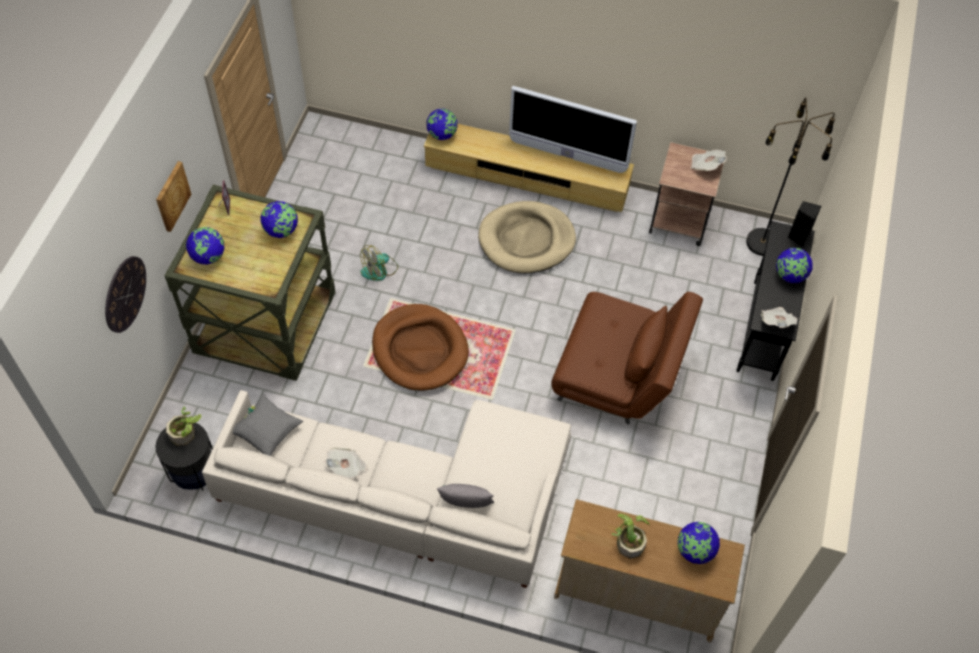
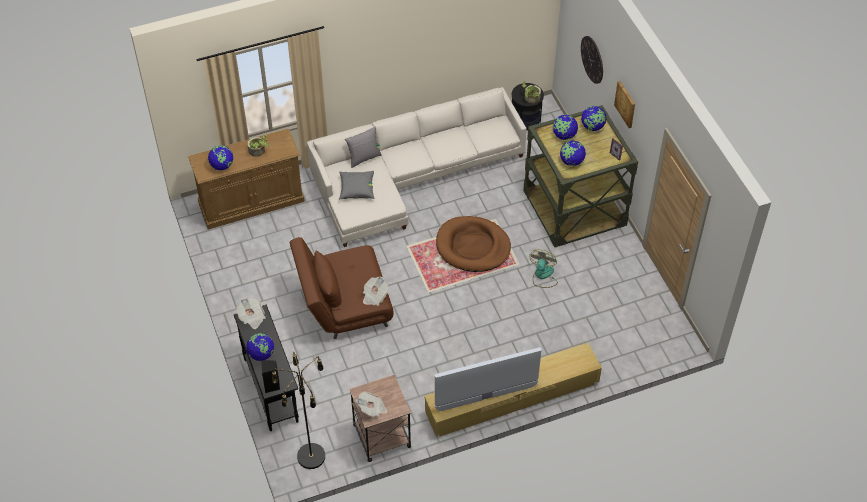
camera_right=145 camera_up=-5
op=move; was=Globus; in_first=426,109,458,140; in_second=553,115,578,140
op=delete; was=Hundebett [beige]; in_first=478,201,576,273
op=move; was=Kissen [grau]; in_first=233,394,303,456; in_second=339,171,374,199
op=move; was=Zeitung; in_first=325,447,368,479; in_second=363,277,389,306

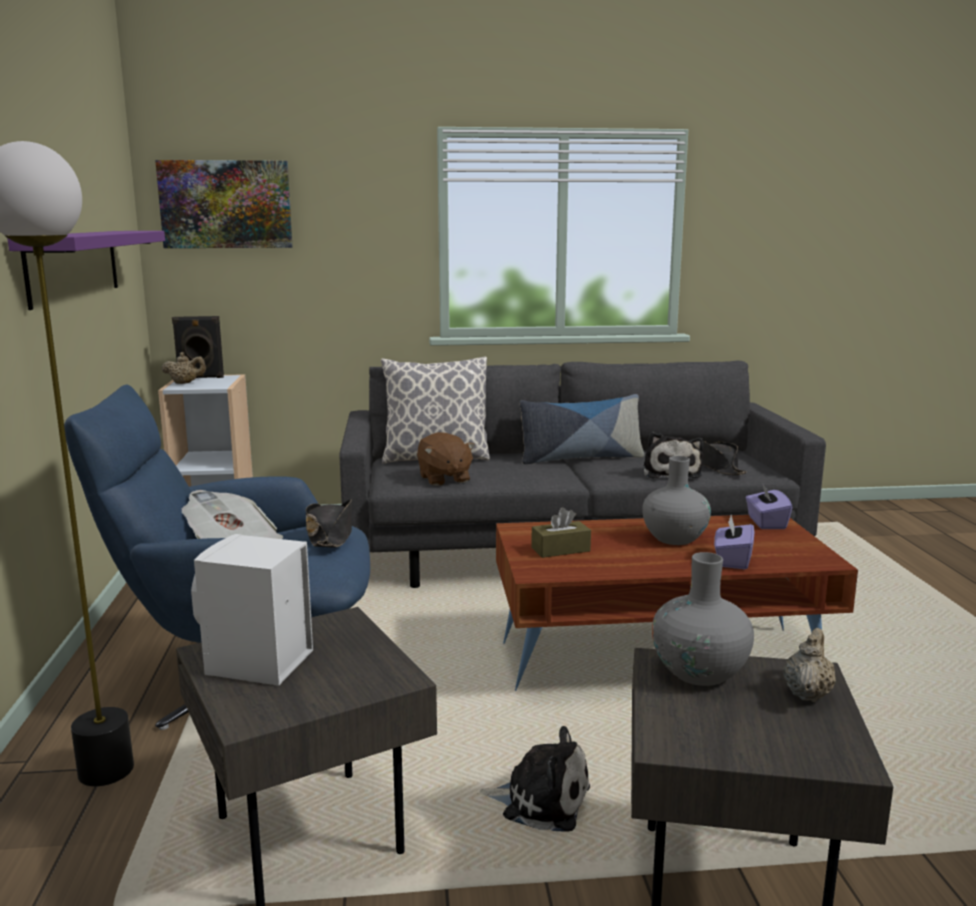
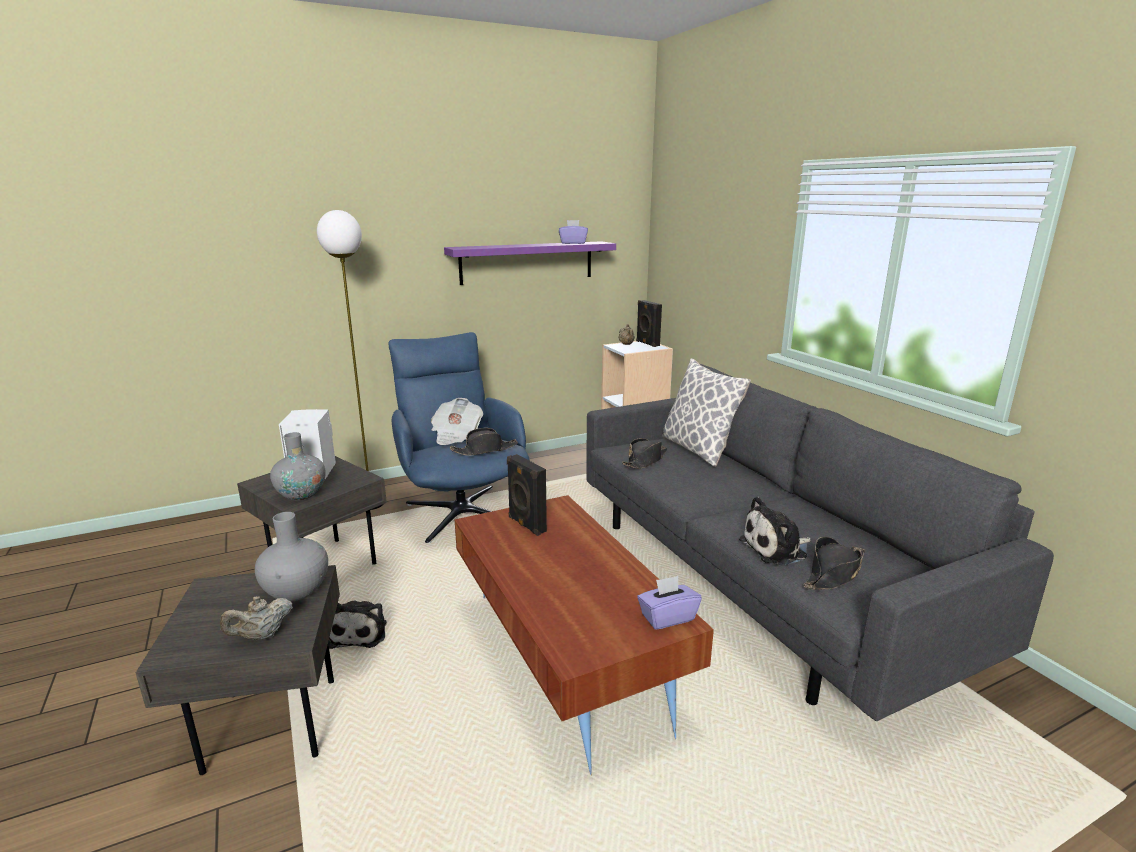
camera_right=70 camera_up=5
op=delete; was=Bild; in_first=155,160,293,248
op=delete; was=Kissen; in_first=519,394,644,464
op=replace; was=Plüschtier [braun]; now=Hut [schwarz]; in_first=417,432,475,486; in_second=622,438,668,469
op=move; was=Vase [grau]; in_first=642,456,711,545; in_second=270,432,326,500
op=replace; was=Taschentuchbox [braun]; now=Lautsprecher [schwarz]; in_first=531,507,591,558; in_second=507,454,547,536
op=move; was=Taschentuchbox [lila]; in_first=714,515,754,570; in_second=559,220,588,244
op=rotate; was=Teekanne [beige]; in_first=783,628,836,702; in_second=220,596,293,640; clockwise=135

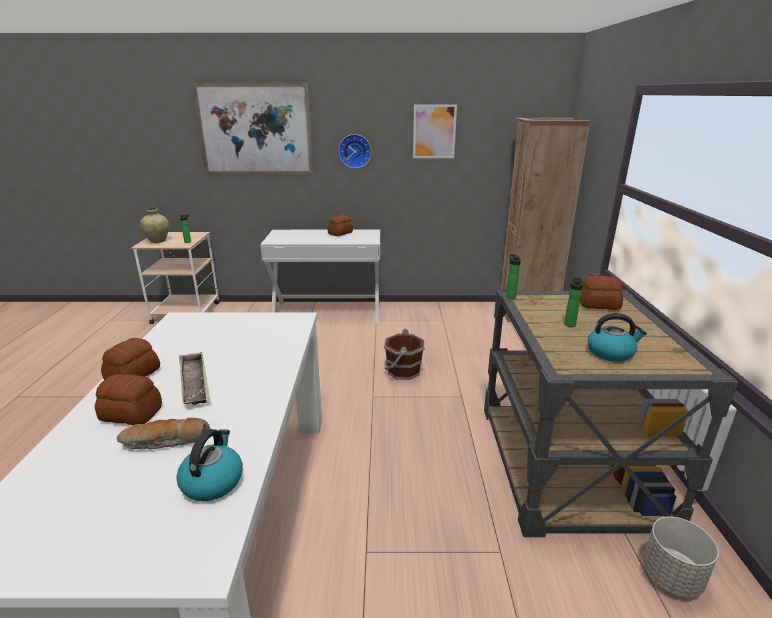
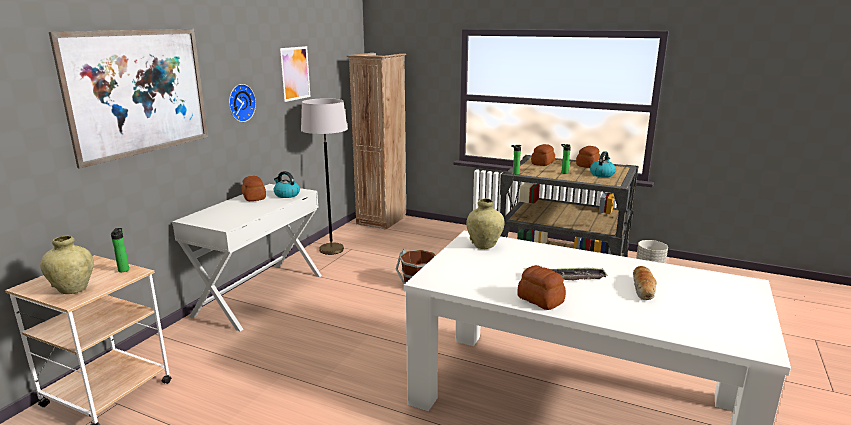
camera_right=-65 camera_up=-5
op=move; was=Brot; in_first=95,374,162,425; in_second=576,146,600,168
op=move; was=Wasserkessel; in_first=176,429,243,501; in_second=274,171,300,198
op=insert; now=Stehlampe [grau]; in_second=301,98,348,255
op=insert; now=Vase [beige]; in_second=466,199,505,249

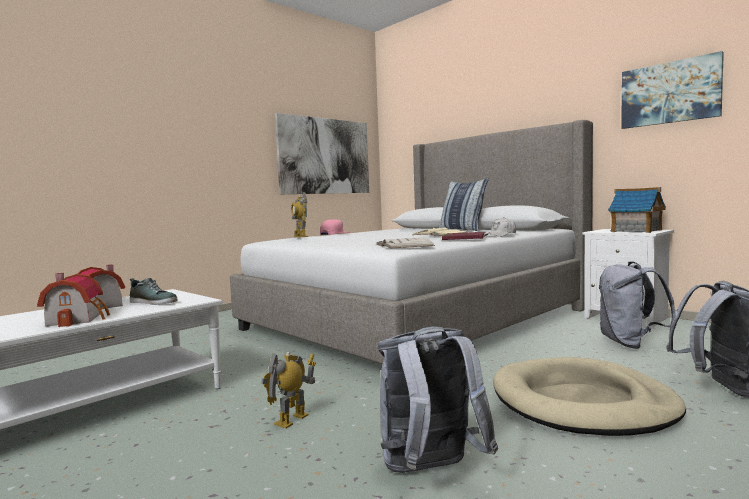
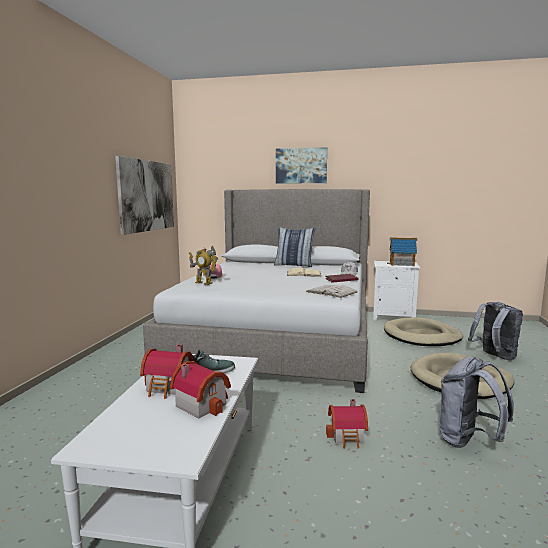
camera_right=-35 camera_up=5
op=move; was=Bild; in_first=621,51,724,129; in_second=276,147,327,184
op=replace; was=Rucksack [grau]; now=Hundebett [beige]; in_first=599,261,675,349; in_second=384,317,463,346
op=replace; was=Spielzeugroboter; now=Spielzeughaus; in_first=261,352,316,428; in_second=326,399,368,449

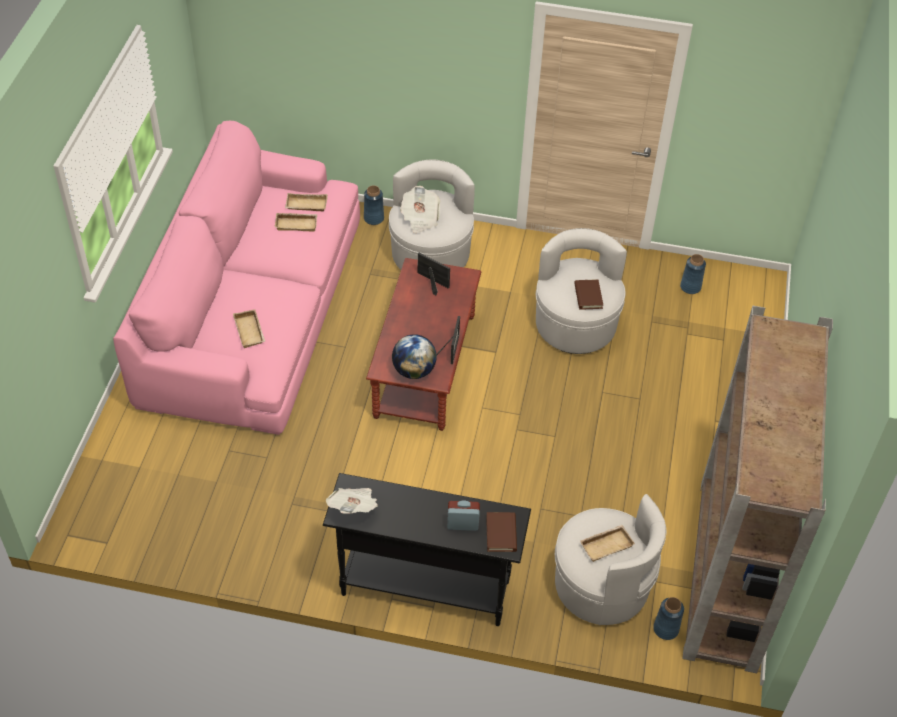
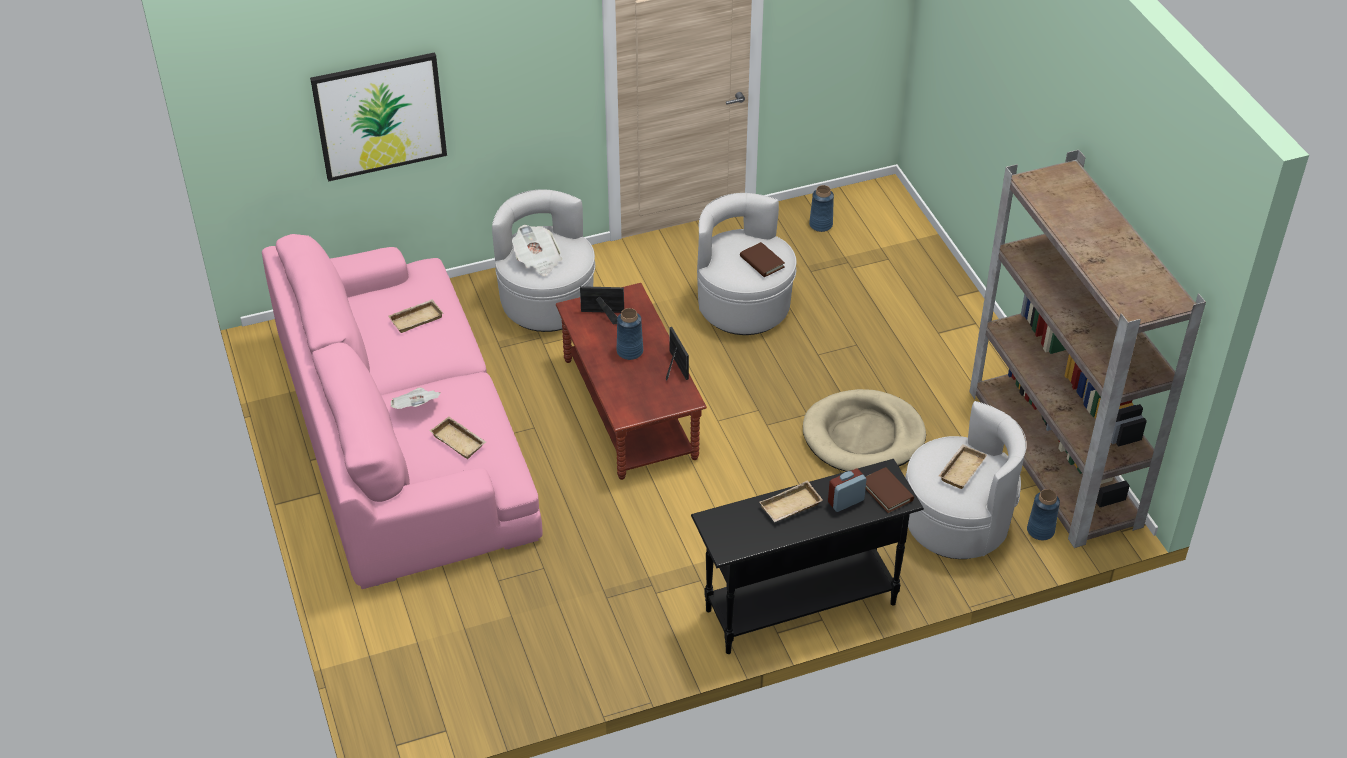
camera_right=-30 camera_up=-5
op=move; was=Vase [blau]; in_first=364,186,384,225; in_second=617,308,643,360
op=move; was=Tablett [beige]; in_first=285,193,328,211; in_second=759,480,823,522
op=delete; was=Globus; in_first=392,334,437,379
op=move; was=Zeitung; in_first=326,488,378,514; in_second=391,387,440,409
op=insert; now=Bild; in_second=310,52,447,182
op=insert; now=Hundebett [beige]; in_second=803,389,926,472

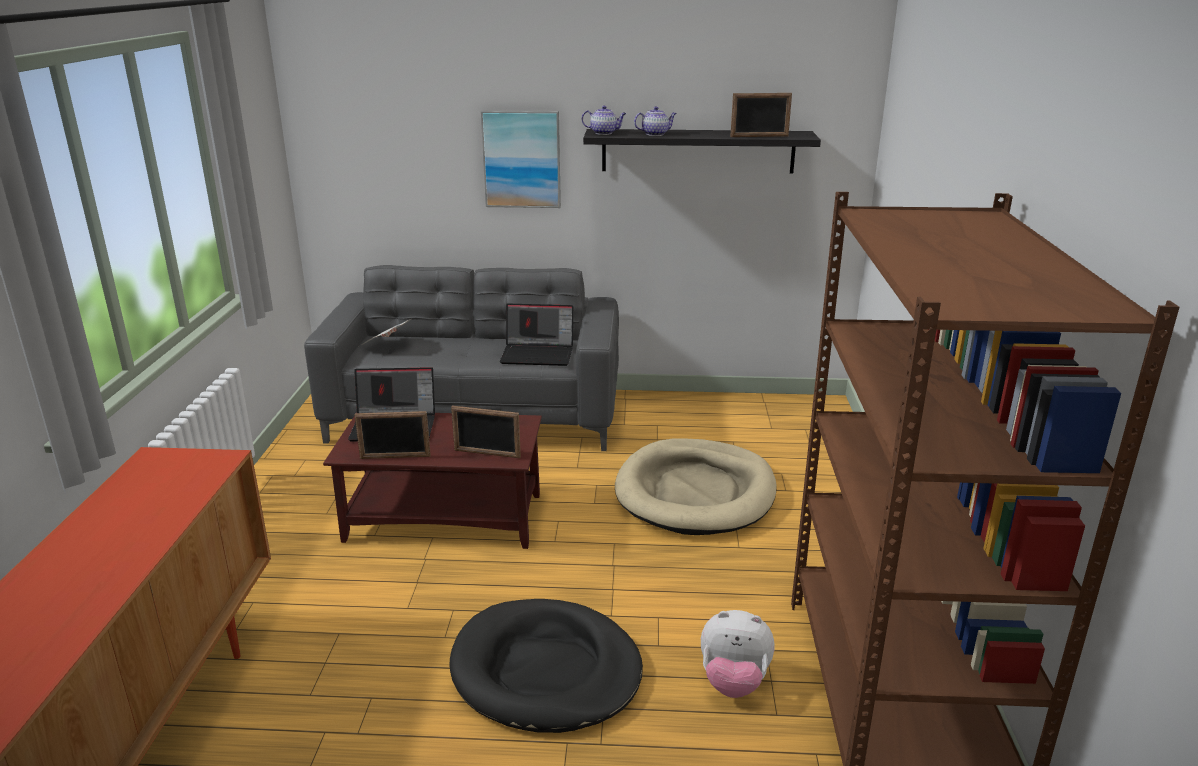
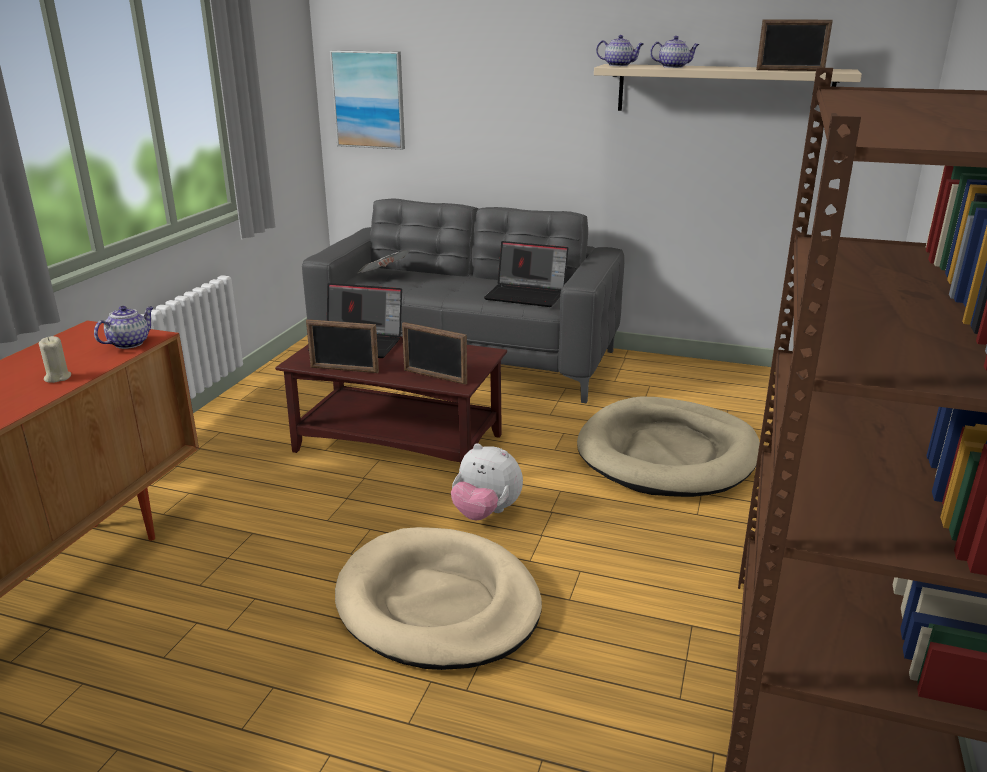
camera_right=15 camera_up=0
op=move; was=Bild; in_first=481,110,561,208; in_second=330,50,405,150
op=recolor; was=Wandregal [schwarz]; now=Wandregal [beige]; in_first=583,129,821,174; in_second=594,64,862,111
op=recolor; was=Hundebett [schwarz]; now=Hundebett [beige]; in_first=449,599,643,733; in_second=335,527,542,670
op=move; was=Plüschtier; in_first=701,610,775,698; in_second=451,443,523,520
op=insert; now=Teekanne; in_second=94,306,154,349
op=insert; now=Kerze [beige]; in_second=39,336,71,383

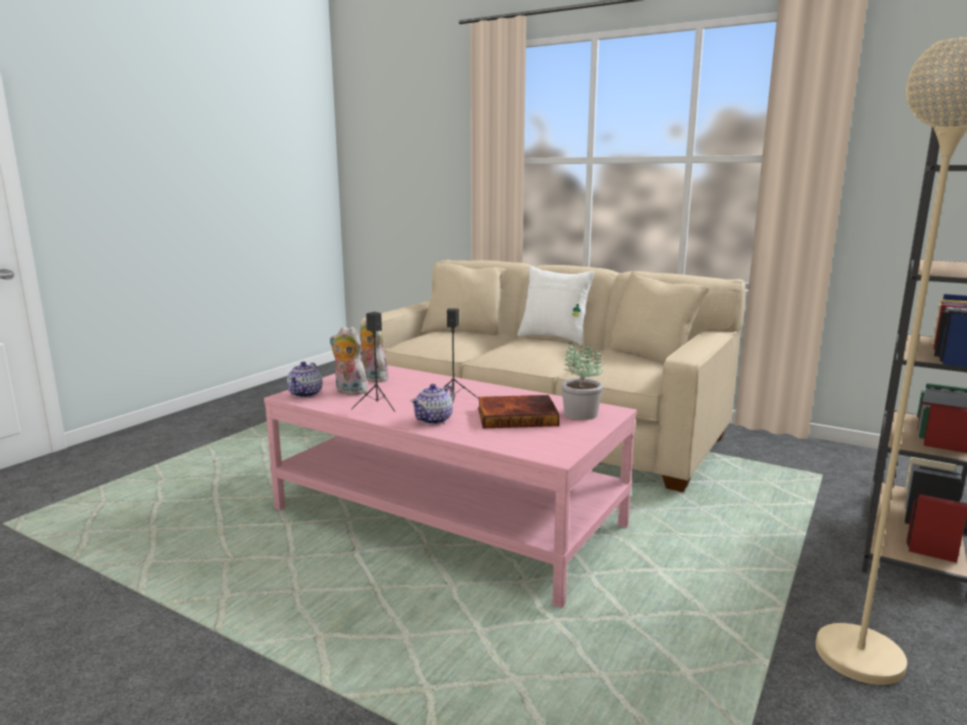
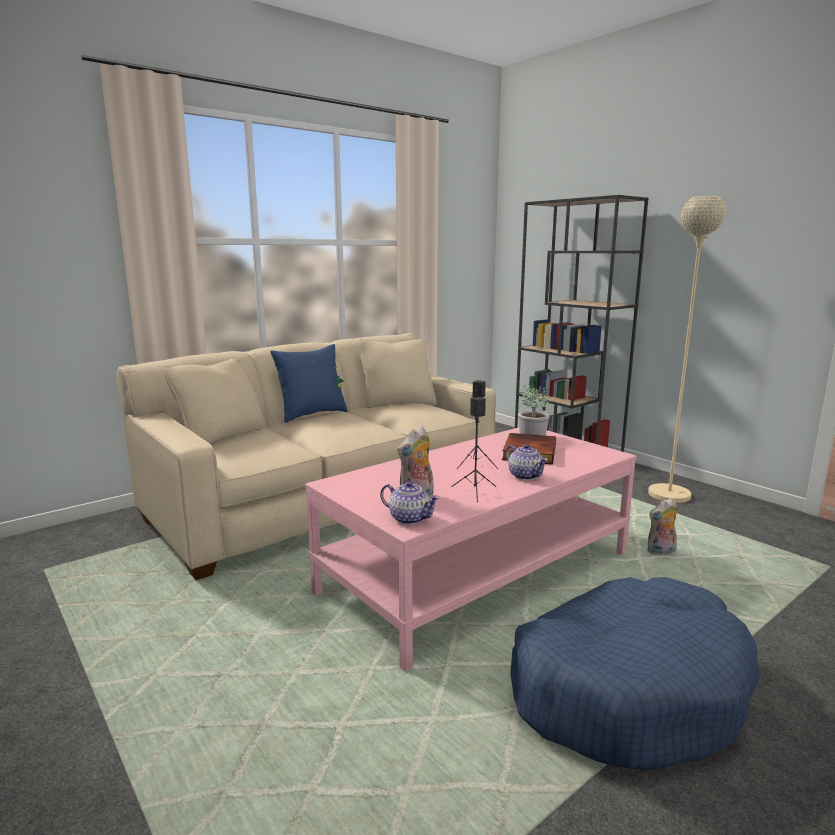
camera_right=-70 camera_up=0
op=recolor; was=Kissen [weiß]; now=Kissen [blau]; in_first=517,266,595,346; in_second=270,344,348,423
op=move; was=Plüschtier; in_first=360,321,389,382; in_second=647,498,677,555
op=insert; now=Hundebett [blau]; in_second=510,577,760,770

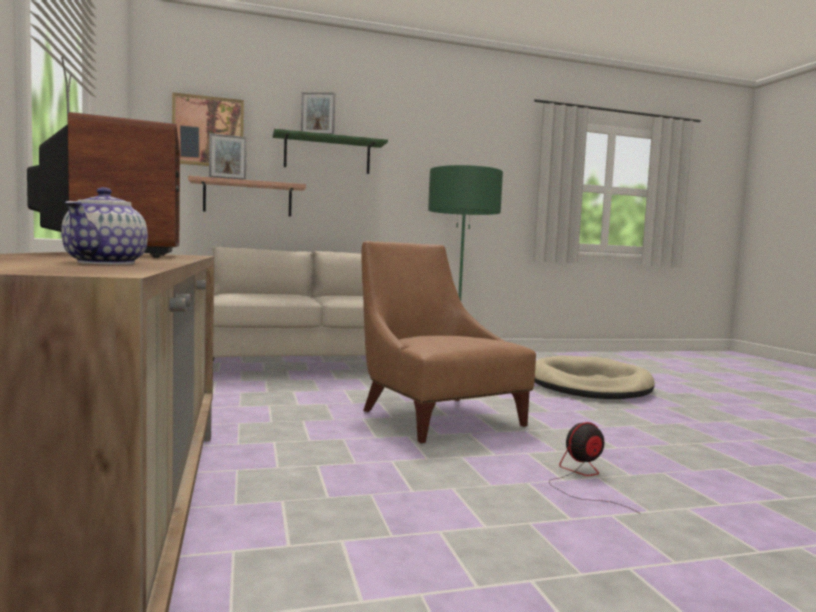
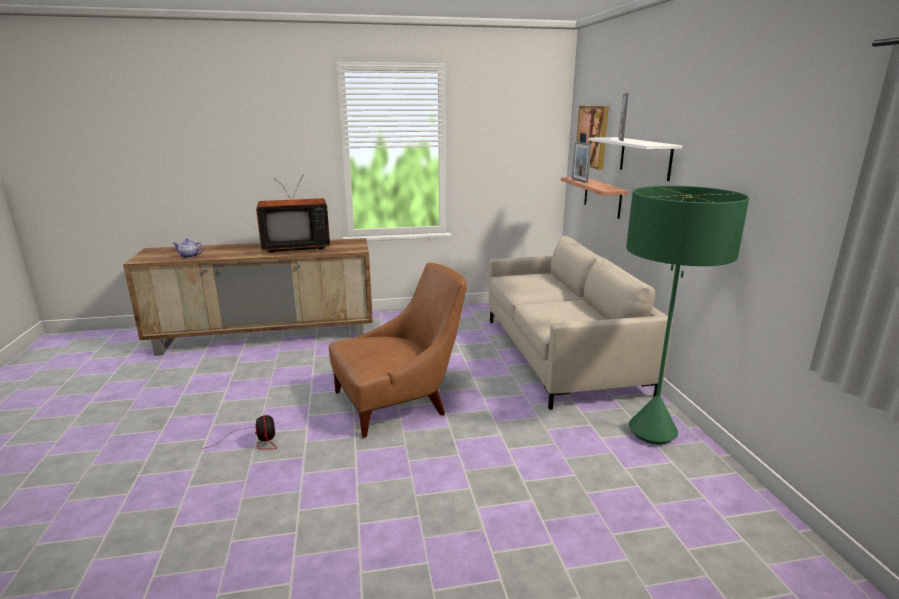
camera_right=95 camera_up=15
op=recolor; was=Wandregal [grün]; now=Wandregal [weiß]; in_first=273,129,388,174; in_second=589,137,682,181
op=delete; was=Hundebett [beige]; in_first=534,356,655,399

